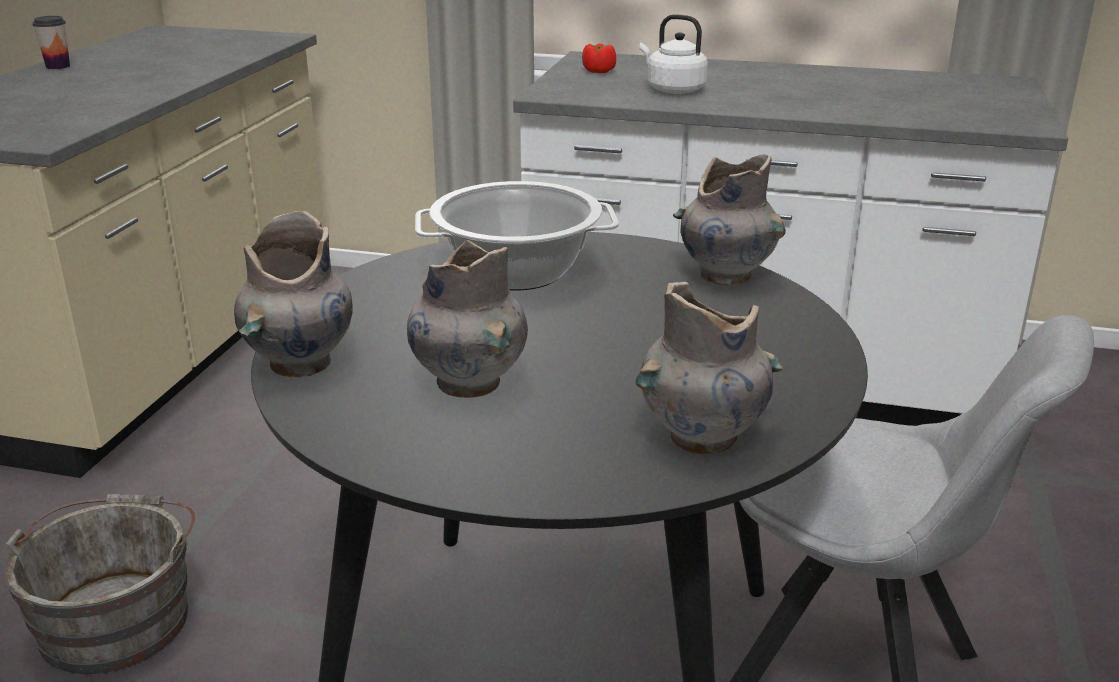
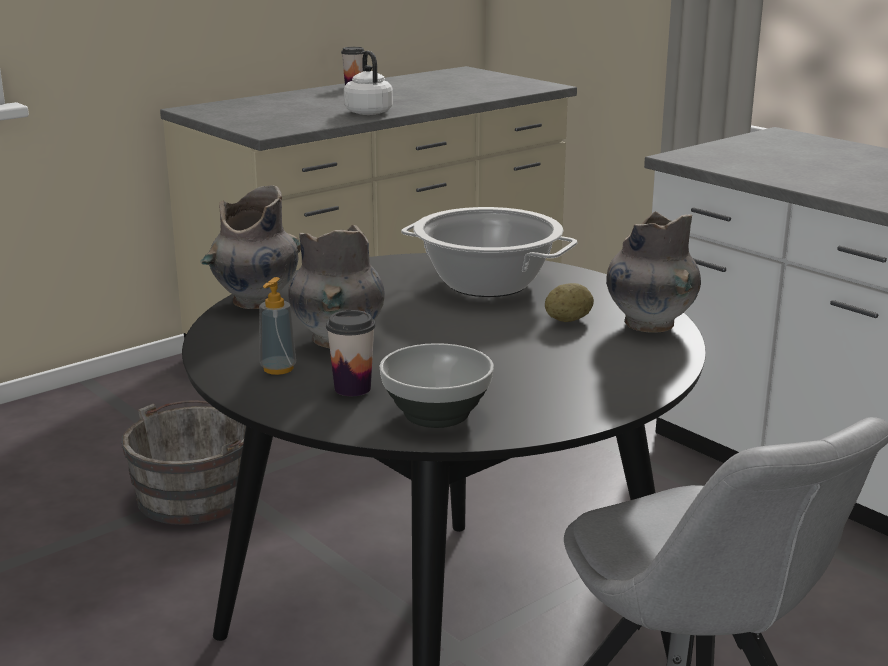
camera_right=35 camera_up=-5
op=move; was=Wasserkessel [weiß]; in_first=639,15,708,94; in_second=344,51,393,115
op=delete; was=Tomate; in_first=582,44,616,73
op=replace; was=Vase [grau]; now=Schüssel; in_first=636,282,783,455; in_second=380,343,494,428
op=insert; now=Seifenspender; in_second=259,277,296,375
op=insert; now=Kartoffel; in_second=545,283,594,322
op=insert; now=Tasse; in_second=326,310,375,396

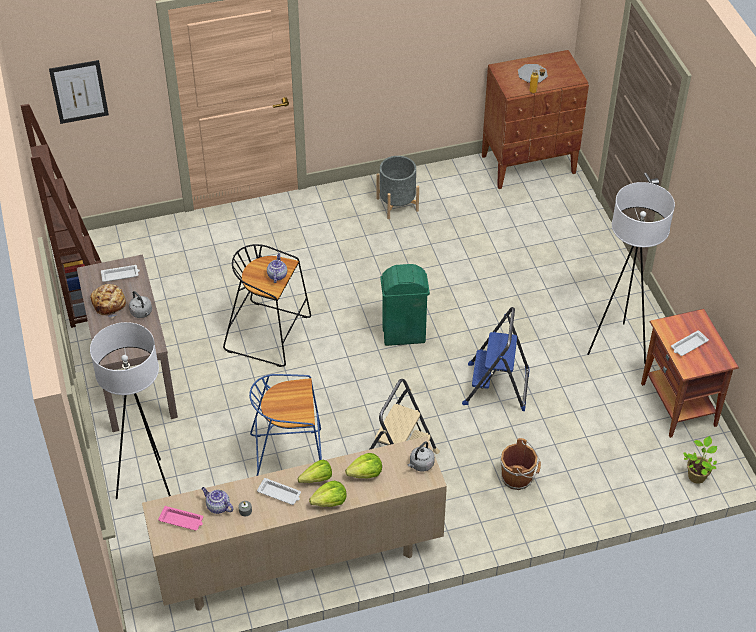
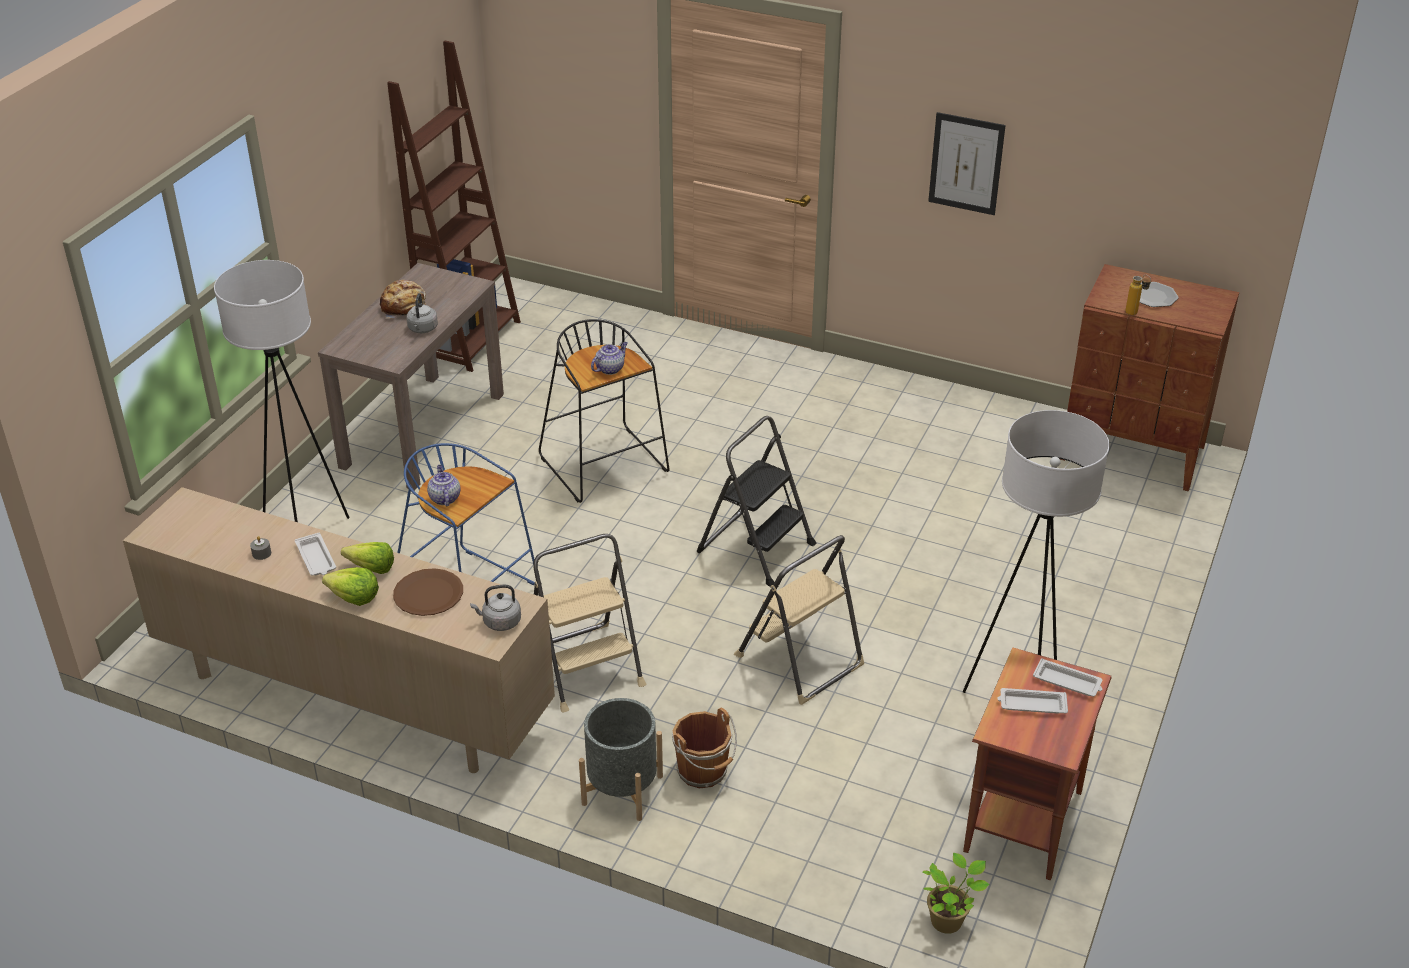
camera_right=40 camera_up=-10
op=move; was=Bild; in_first=49,60,109,124; in_second=928,112,1006,215
op=move; was=Pflanzkübel [grau]; in_first=377,156,419,219; in_second=579,698,663,821
op=replace; was=Mülleimer [grün]; now=Trittleiter [schwarz]; in_first=380,264,430,346; in_second=697,416,816,587
op=move; was=Tablett [weiß]; in_first=101,265,140,282; in_second=1033,658,1102,697
op=recolor; was=Trittleiter [blau]; now=Trittleiter [beige]; in_first=462,307,530,411; in_second=734,535,864,705
op=replace; was=Salatkopf; now=Teller [braun]; in_first=345,453,382,479; in_second=393,568,463,616
op=move; was=Teekanne; in_first=201,487,233,514; in_second=427,465,460,506
op=delete; was=Tablett [rosa]; in_first=158,506,203,531

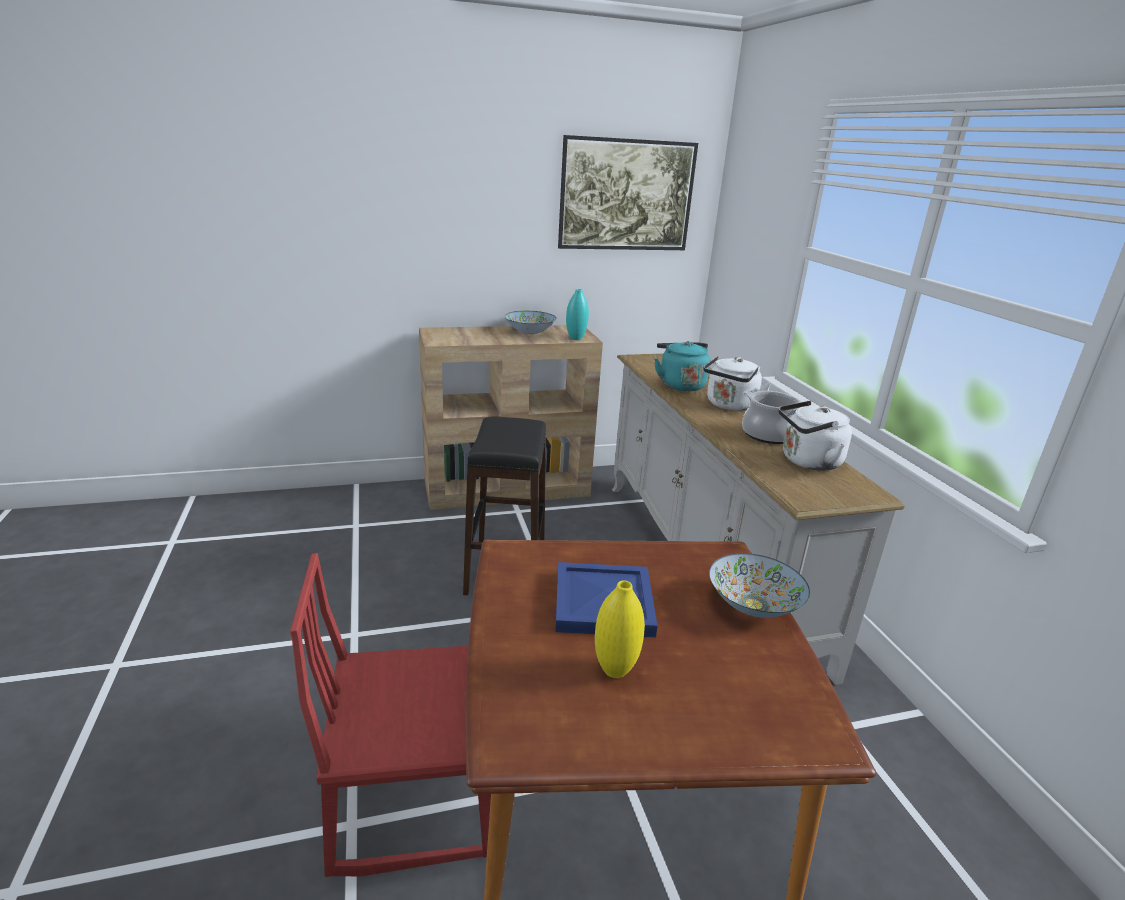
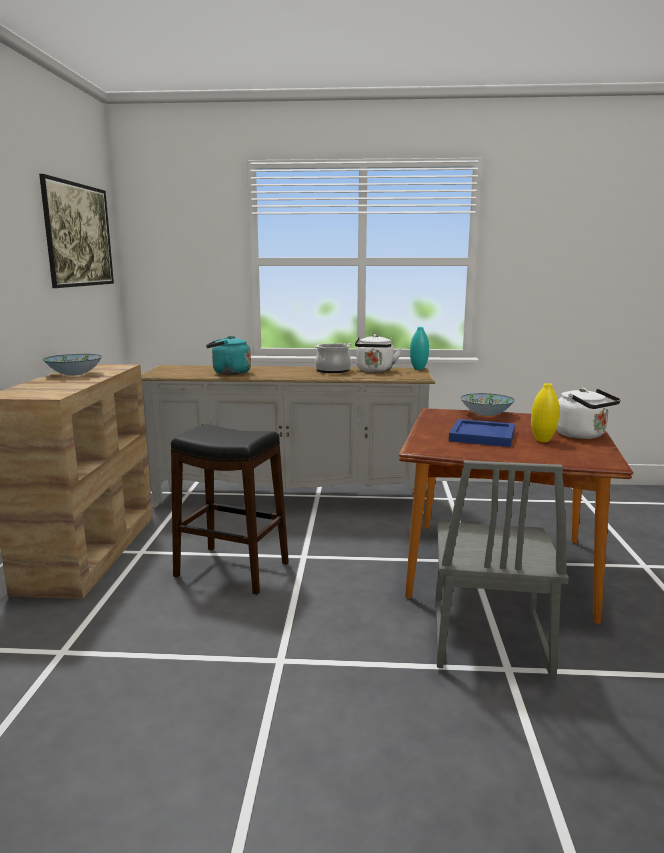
camera_right=-70 camera_up=-10
op=move; was=Vase [türkis]; in_first=566,289,589,340; in_second=410,327,429,370
op=move; was=Wasserkessel [weiß]; in_first=703,356,771,411; in_second=556,388,621,439
op=recolor; was=Stuhl [rot]; now=Stuhl [grau]; in_first=290,553,491,877; in_second=435,461,569,679

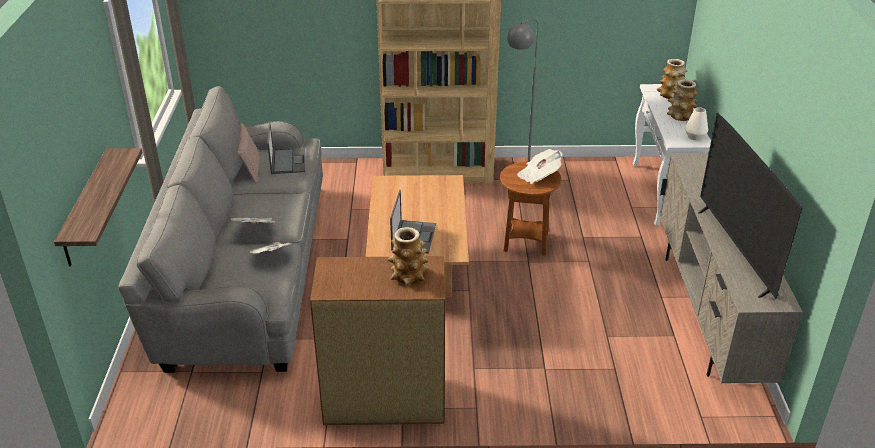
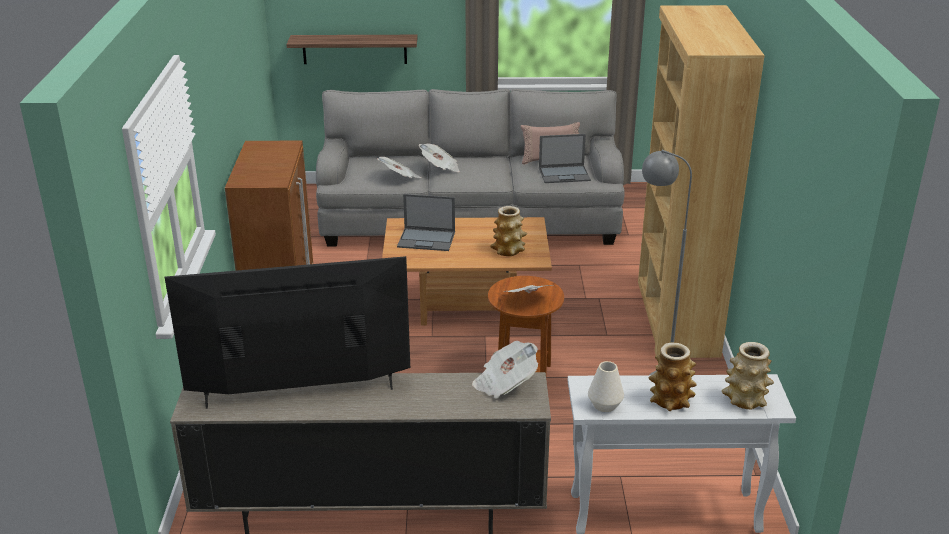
camera_right=90 camera_up=-5
op=move; was=Vase; in_first=388,227,429,286; in_second=490,206,527,256
op=insert; now=Zeitung; in_second=472,341,538,399

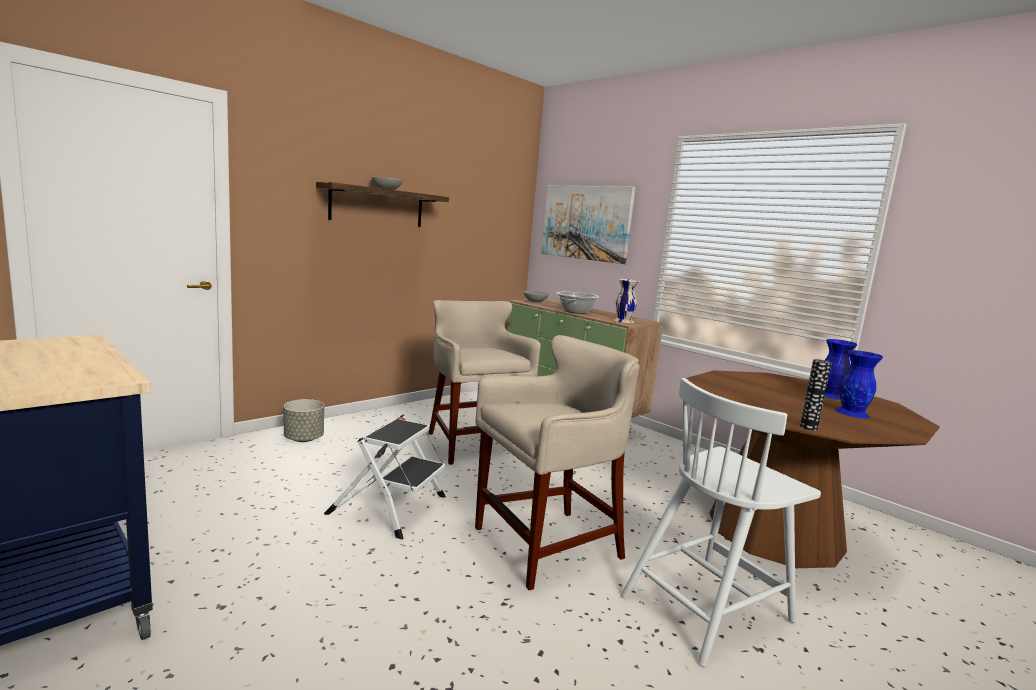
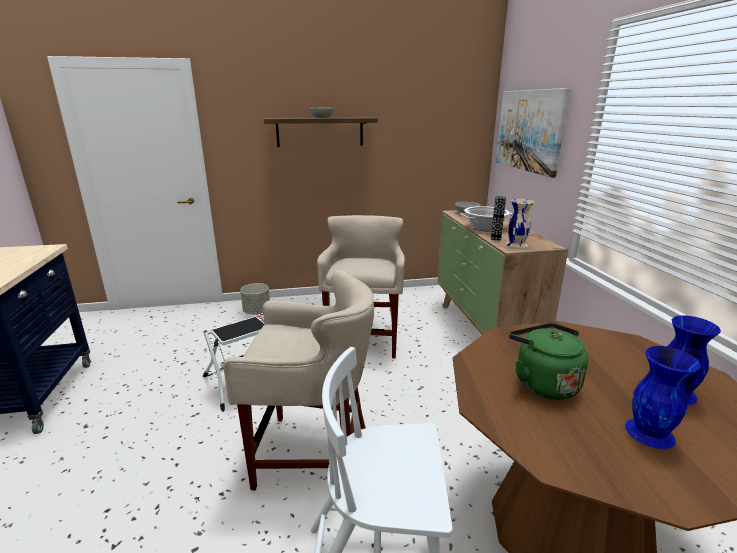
camera_right=35 camera_up=10
op=move; was=Vase; in_first=800,359,832,431; in_second=491,196,506,241
op=insert; now=Wasserkessel [grün]; in_second=509,323,588,400

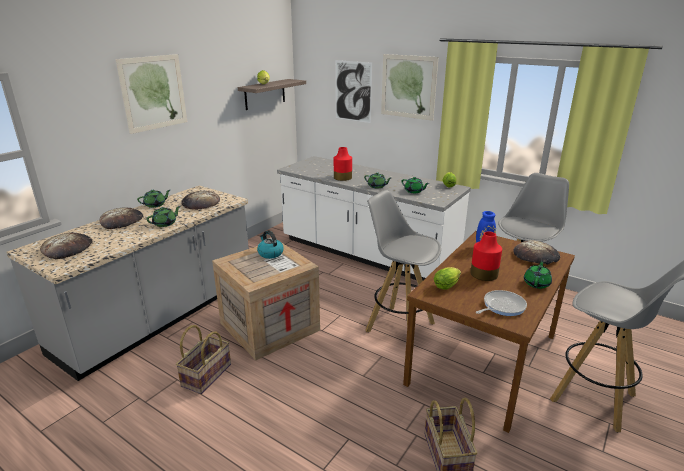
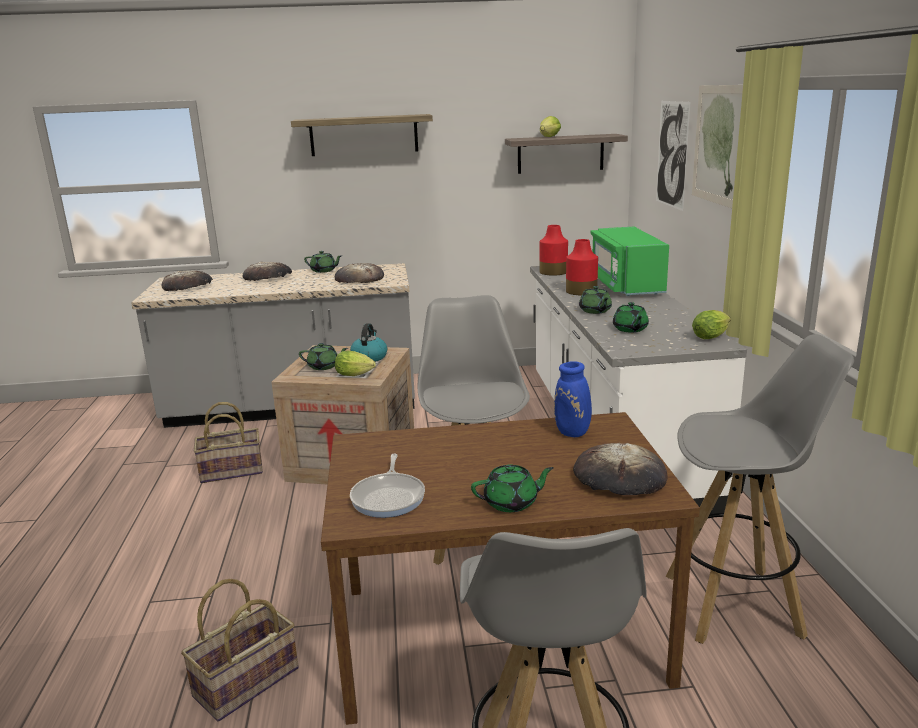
camera_right=50 camera_up=-5
op=replace; was=Bild; now=Wandregal; in_first=116,54,187,134; in_second=291,114,433,156
op=move; was=Teekanne [grün]; in_first=147,206,180,227; in_second=299,343,348,370
op=move; was=Vase [rot]; in_first=470,232,502,281; in_second=540,225,568,276
op=move; was=Salatkopf; in_first=434,267,461,289; in_second=335,351,376,376
op=rotate; was=Pfanne; in_first=476,290,527,316; in_second=350,453,425,518; clockwise=75
op=insert; now=Mikrowelle [grün]; in_second=591,226,669,296

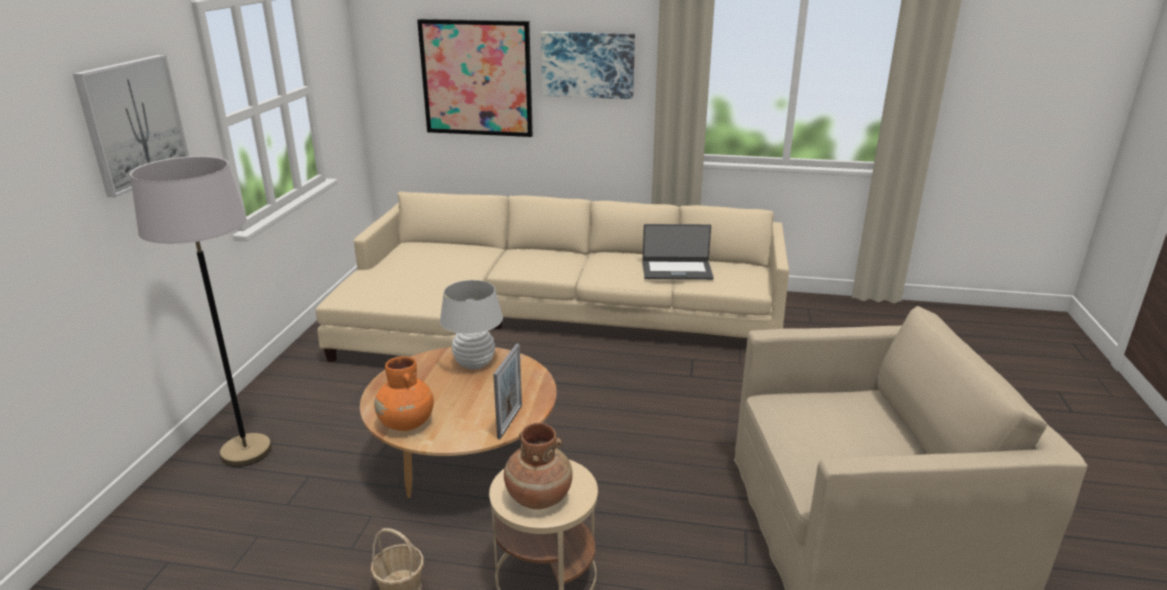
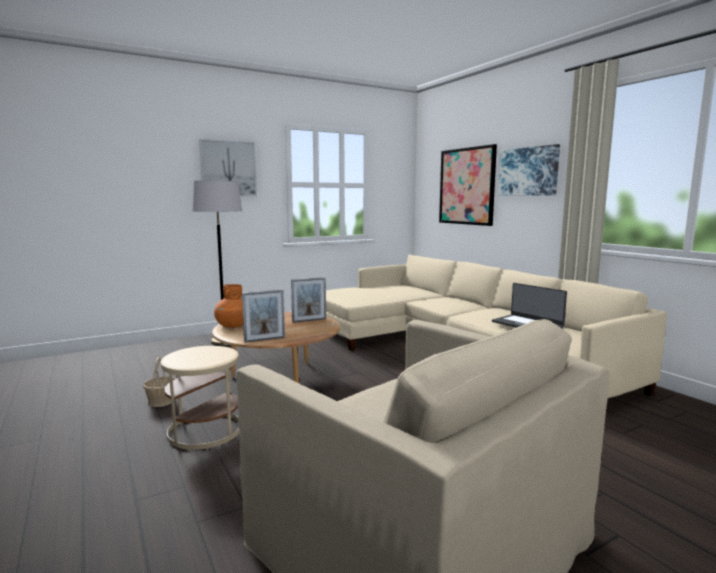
camera_right=50 camera_up=-15
op=replace; was=Tischlampe [weiß]; now=Bilderrahmen; in_first=440,280,503,369; in_second=291,277,326,323
op=delete; was=Vase [braun]; in_first=504,423,573,509

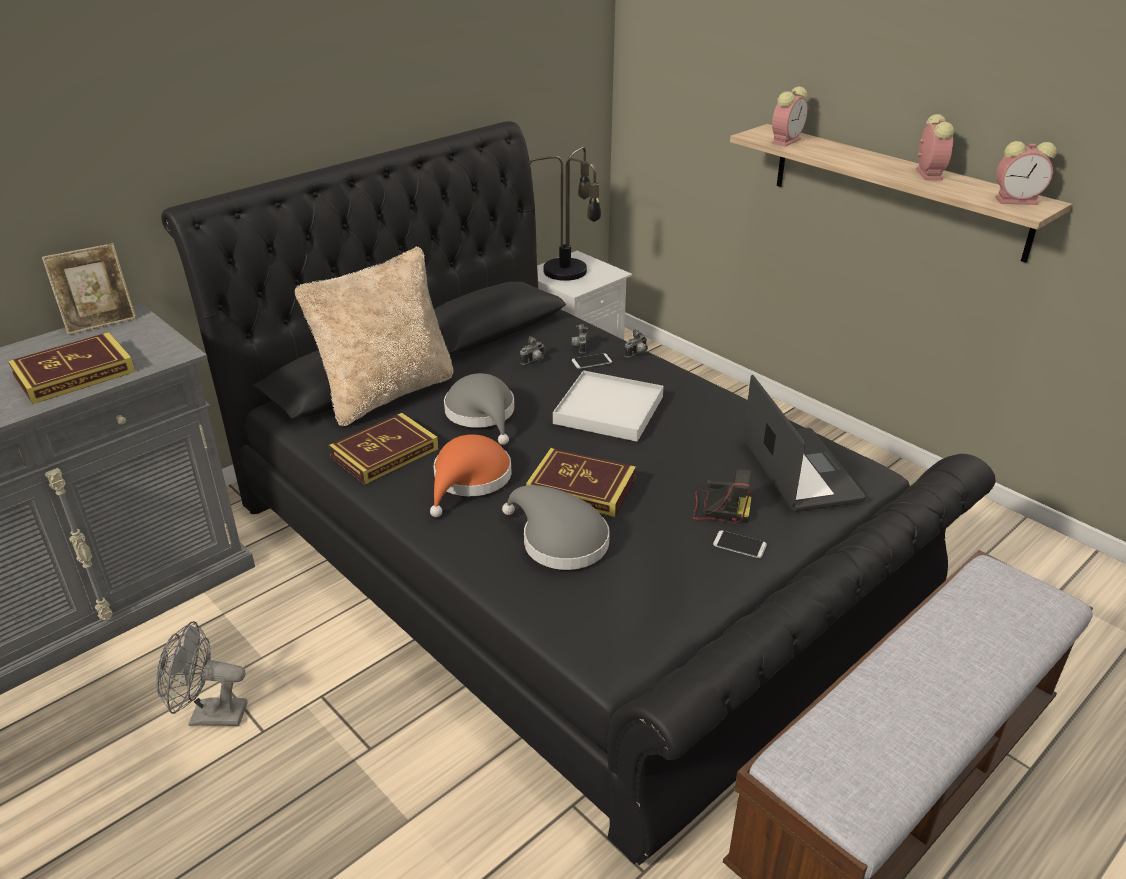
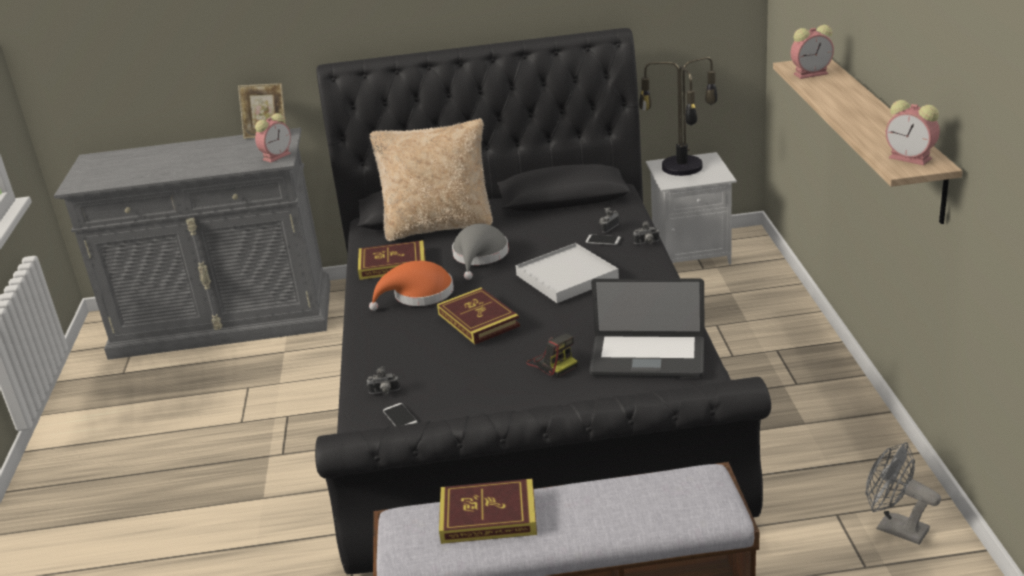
camera_right=40 camera_up=-5
op=move; was=Wecker; in_first=916,114,954,180; in_second=255,113,291,163
op=move; was=Buch; in_first=8,332,135,404; in_second=439,479,537,544
op=move; was=Kamera; in_first=520,336,544,365; in_second=367,366,400,394
op=rotate; was=Laptop; in_first=743,375,865,512; in_second=589,279,705,377; clockwise=75
op=delete; was=Hut [grau]; in_first=502,485,610,570
op=move; was=Handy; in_first=713,530,767,558; in_second=383,403,417,426
op=move; was=Ventilator [grau]; in_first=156,621,248,726; in_second=866,442,941,545

